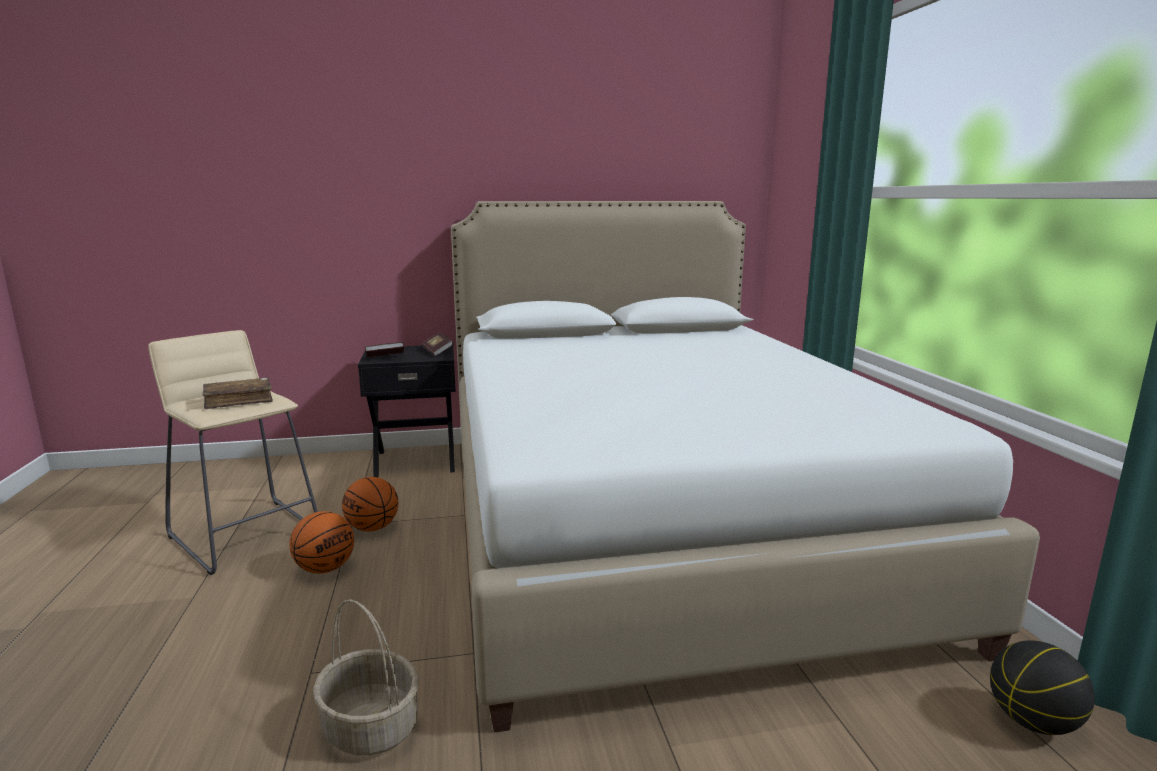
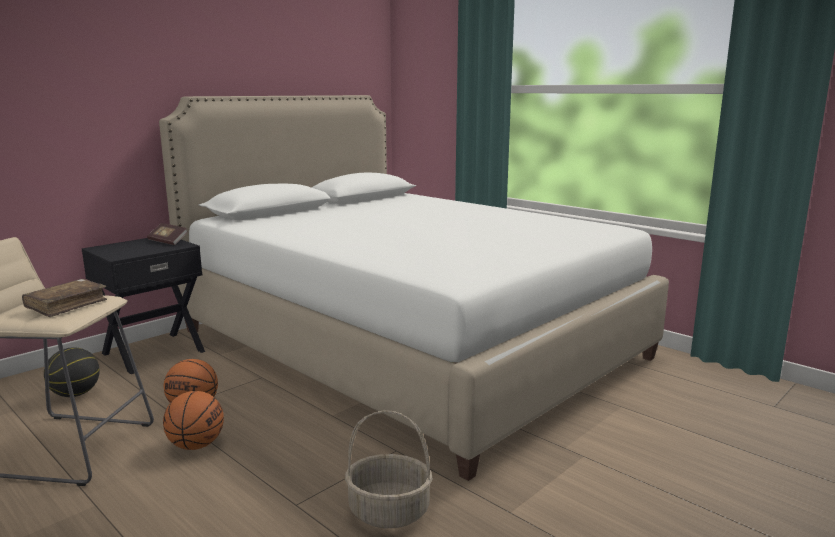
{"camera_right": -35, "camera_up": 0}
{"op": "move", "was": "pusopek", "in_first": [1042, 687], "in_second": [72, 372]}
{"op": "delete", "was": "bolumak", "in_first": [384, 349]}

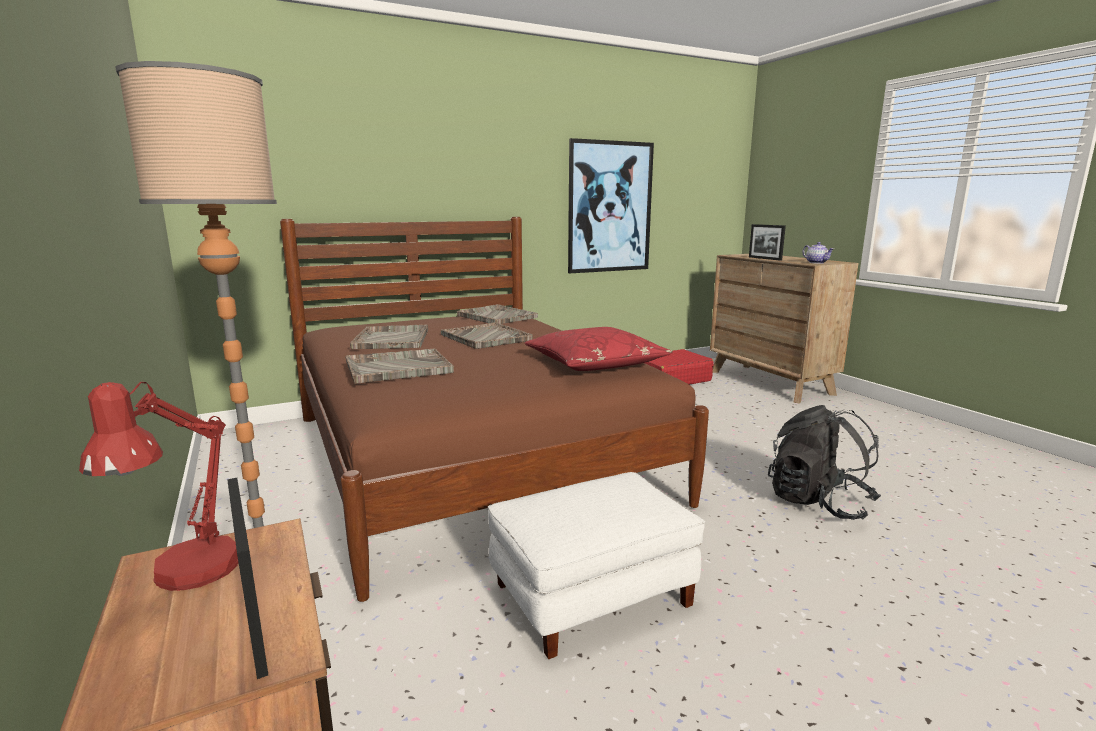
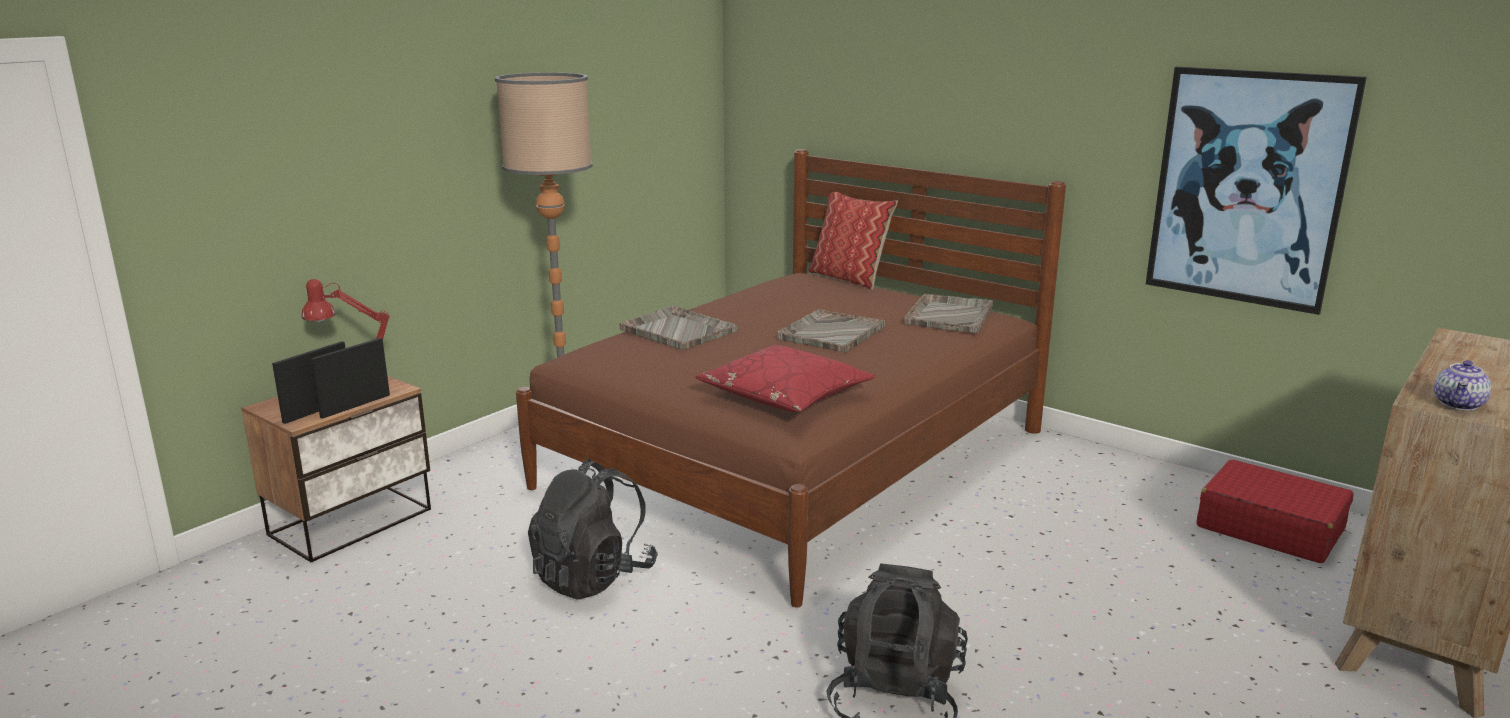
{"camera_right": 65, "camera_up": 5}
{"op": "move", "was": "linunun", "in_first": [767, 242], "in_second": [350, 378]}
{"op": "replace", "was": "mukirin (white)", "now": "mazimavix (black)", "in_first": [596, 565], "in_second": [593, 529]}
{"op": "insert", "now": "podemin", "in_second": [853, 241]}
{"op": "delete", "was": "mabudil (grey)", "in_first": [389, 337]}

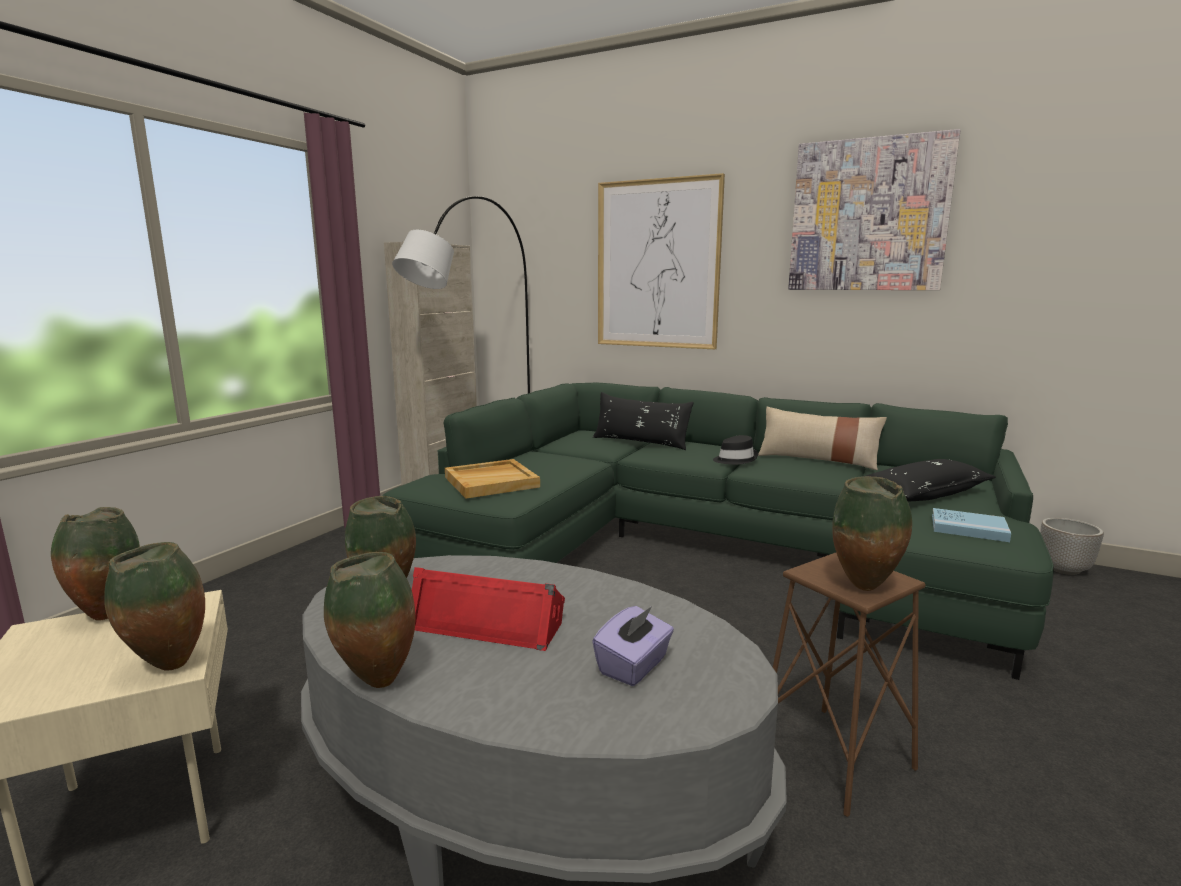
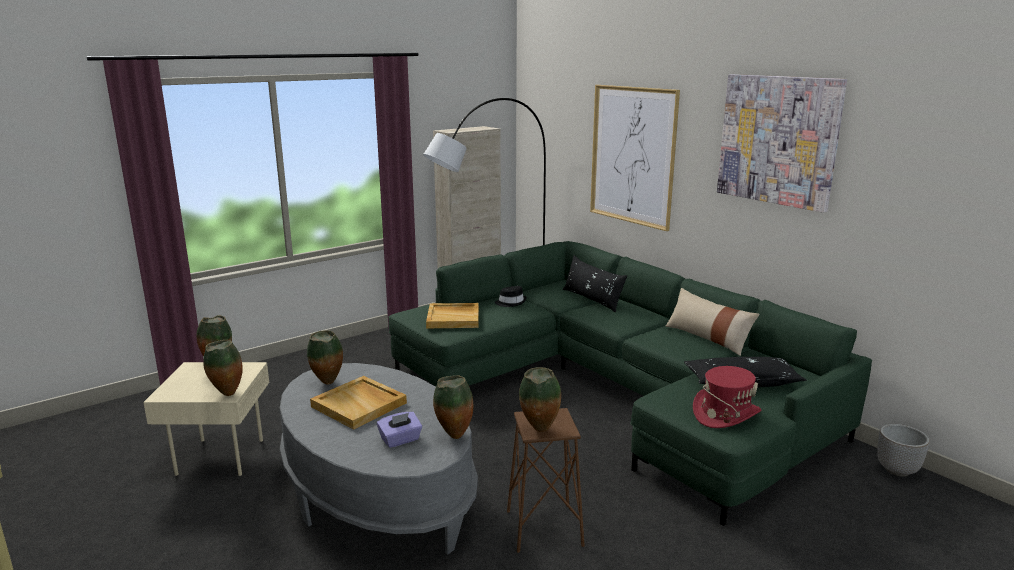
{"camera_right": 25, "camera_up": 5}
{"op": "replace", "was": "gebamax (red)", "now": "mabudil (beige)", "in_first": [488, 609], "in_second": [358, 403]}
{"op": "move", "was": "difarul", "in_first": [369, 620], "in_second": [453, 407]}
{"op": "move", "was": "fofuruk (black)", "in_first": [736, 450], "in_second": [511, 296]}
{"op": "replace", "was": "bolumak (blue)", "now": "fofuruk (red)", "in_first": [971, 525], "in_second": [727, 397]}

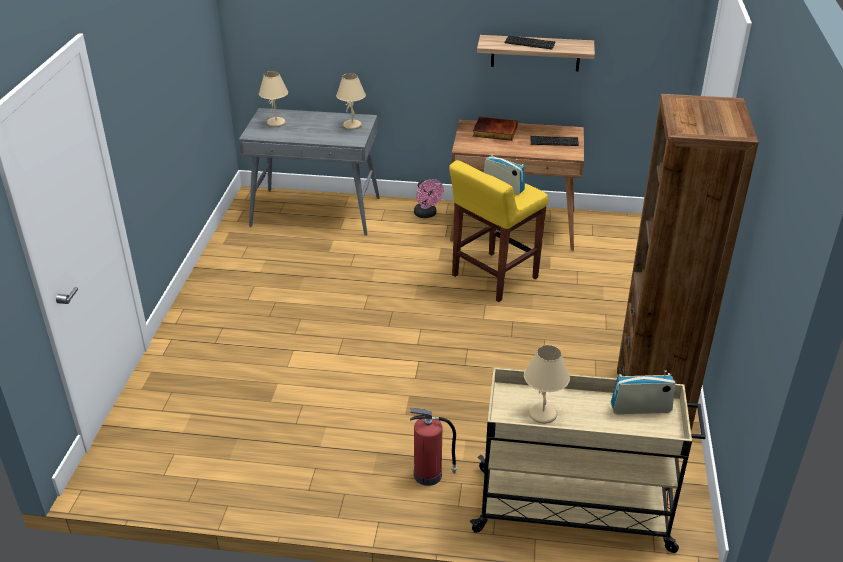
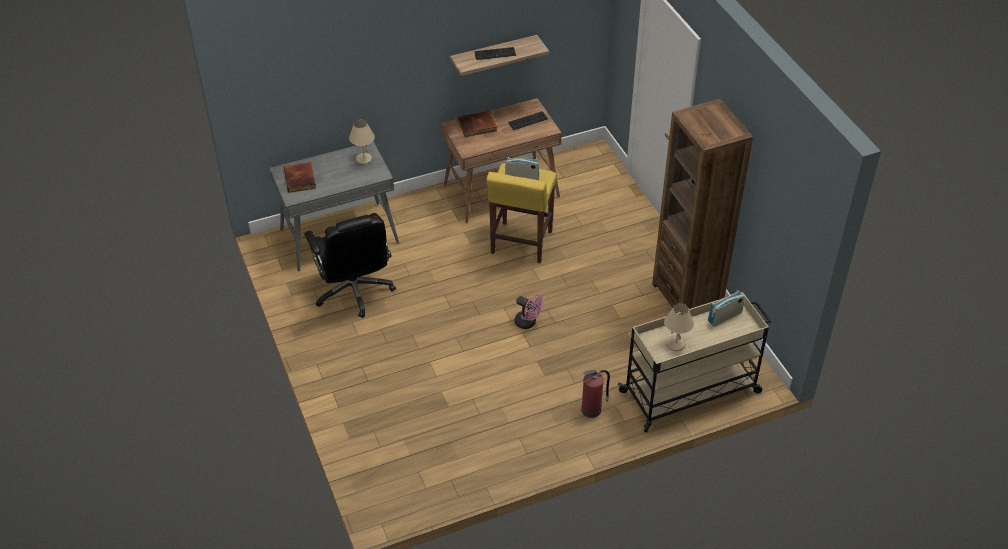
{"camera_right": -30, "camera_up": 10}
{"op": "replace", "was": "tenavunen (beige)", "now": "bolumak", "in_first": [273, 99], "in_second": [300, 177]}
{"op": "insert", "now": "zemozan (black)", "in_second": [350, 265]}
{"op": "move", "was": "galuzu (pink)", "in_first": [429, 198], "in_second": [529, 311]}

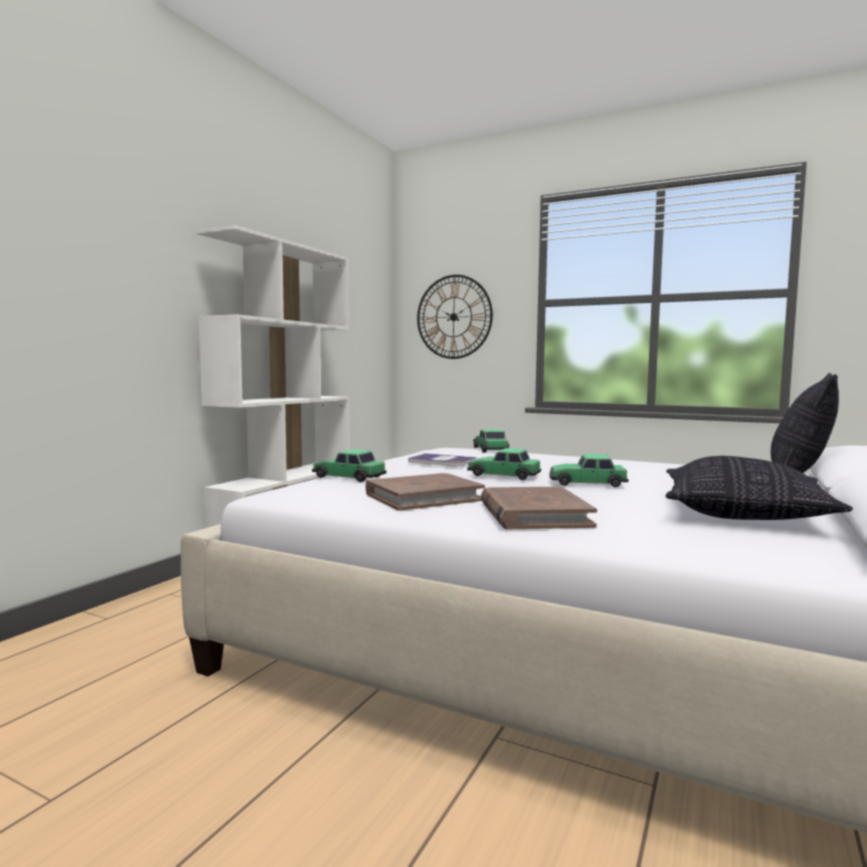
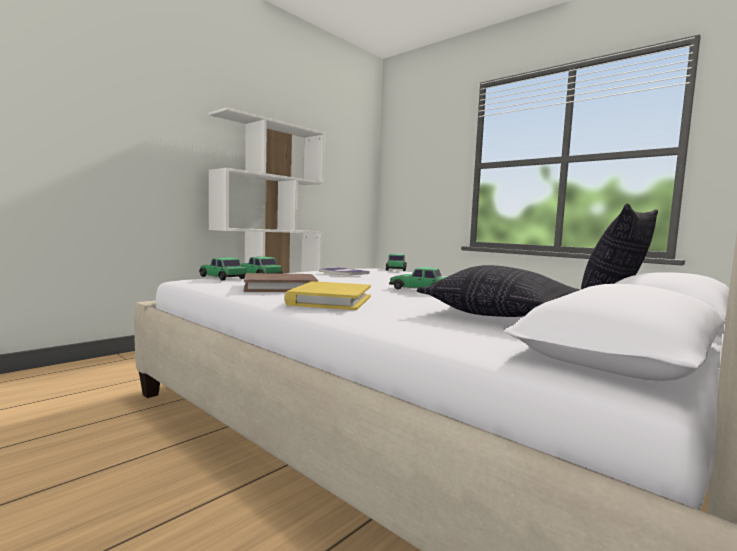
{"camera_right": 15, "camera_up": 0}
{"op": "move", "was": "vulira", "in_first": [504, 464], "in_second": [222, 268]}
{"op": "recolor", "was": "bolumak (brown)", "now": "bolumak (yellow)", "in_first": [539, 508], "in_second": [327, 295]}
{"op": "delete", "was": "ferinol", "in_first": [455, 317]}

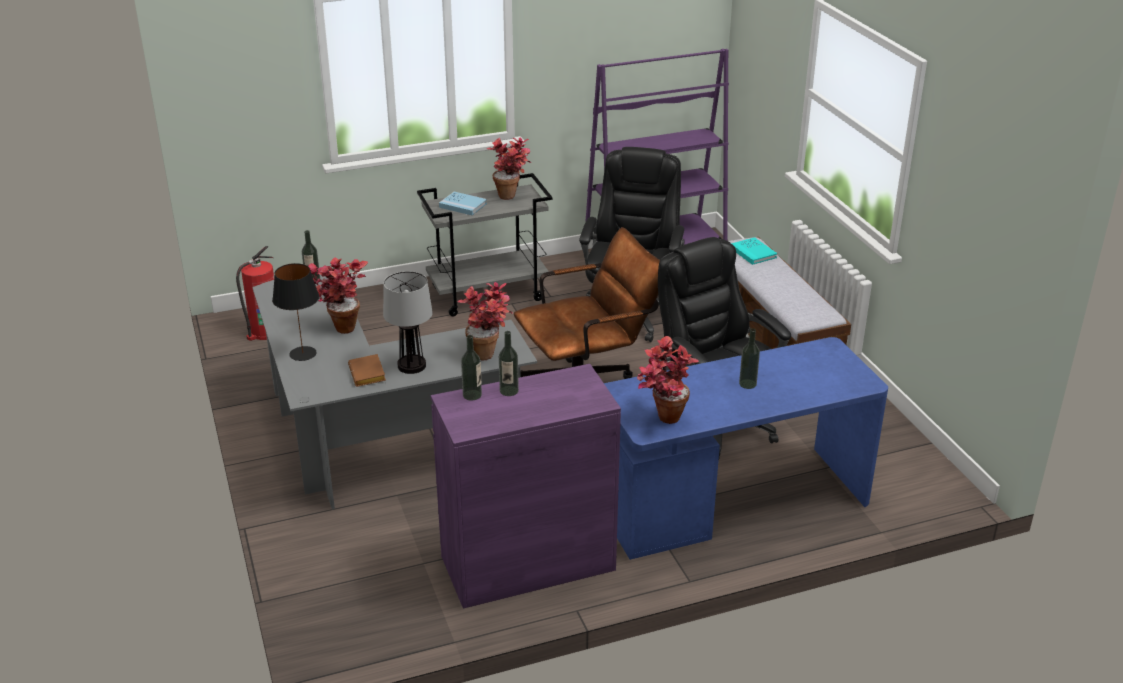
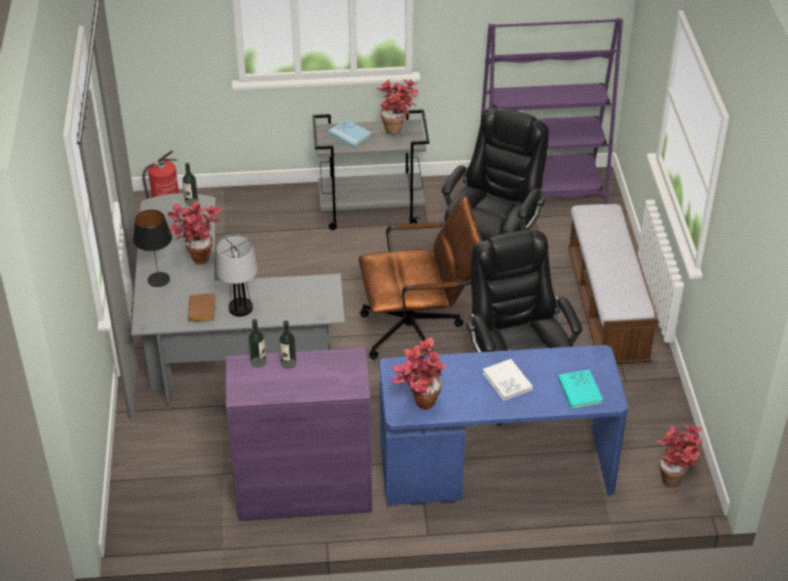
{"camera_right": 15, "camera_up": 10}
{"op": "replace", "was": "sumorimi", "now": "bolumak (white)", "in_first": [749, 358], "in_second": [508, 380]}
{"op": "move", "was": "bolumak (turquoise)", "in_first": [754, 251], "in_second": [580, 389]}
{"op": "move", "was": "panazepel", "in_first": [485, 321], "in_second": [680, 456]}

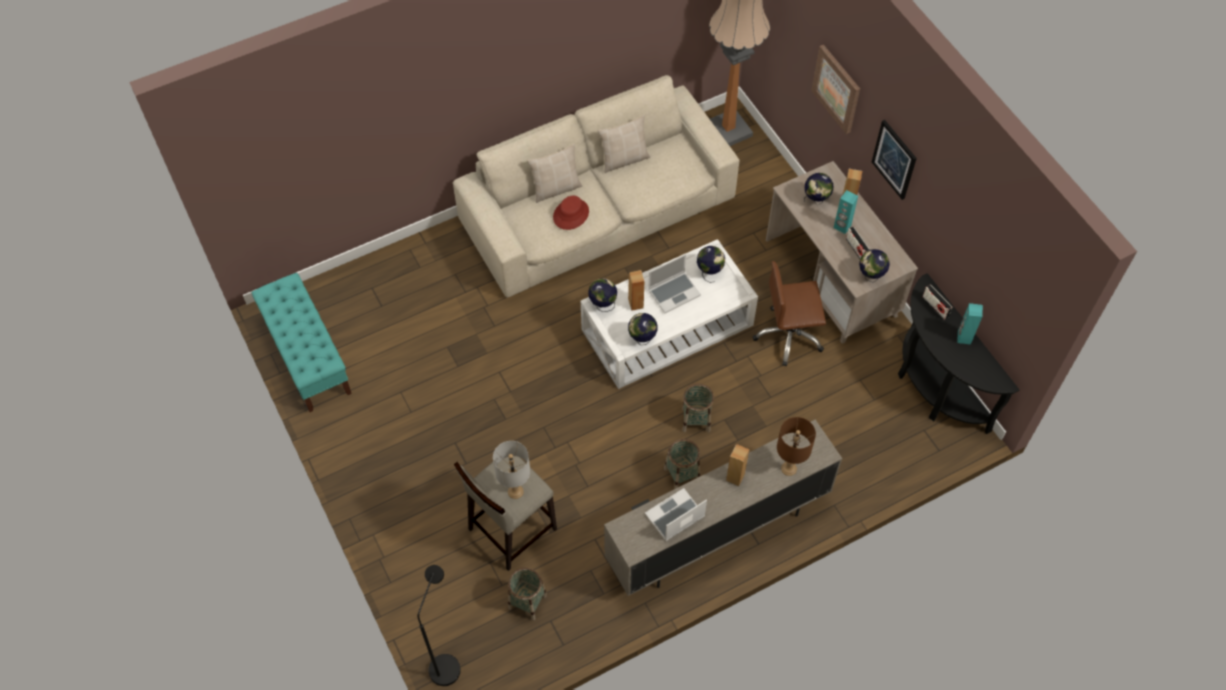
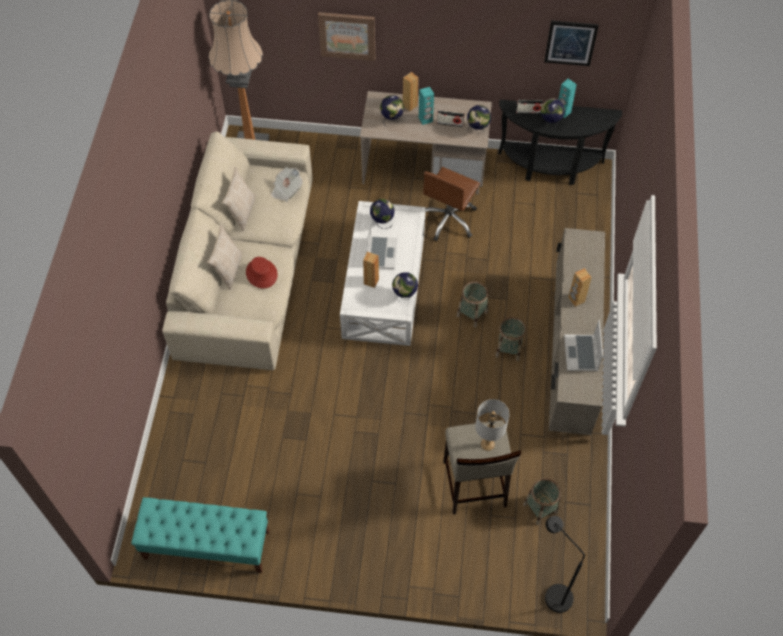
{"camera_right": -55, "camera_up": 0}
{"op": "insert", "now": "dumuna", "in_second": [287, 185]}
{"op": "move", "was": "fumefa", "in_first": [602, 295], "in_second": [553, 113]}
{"op": "move", "was": "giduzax", "in_first": [894, 160], "in_second": [571, 43]}
{"op": "delete", "was": "tenavunen (brown)", "in_first": [796, 446]}

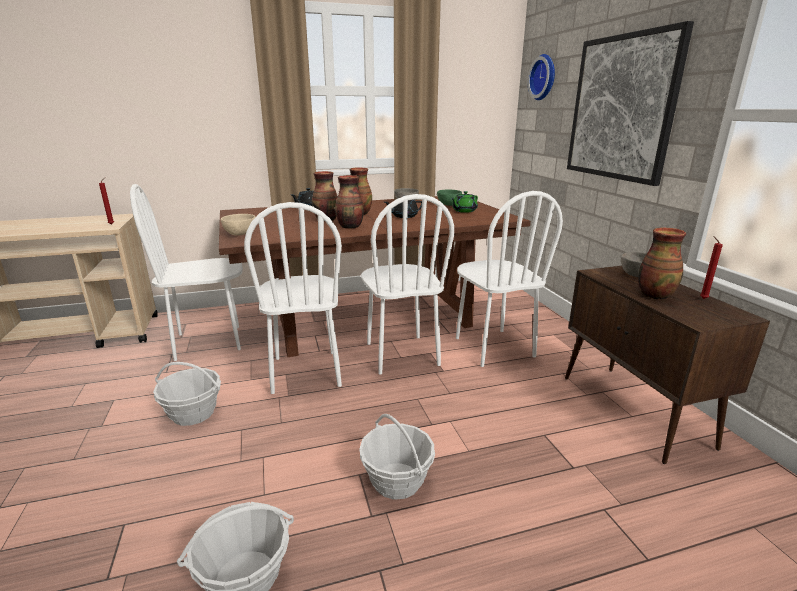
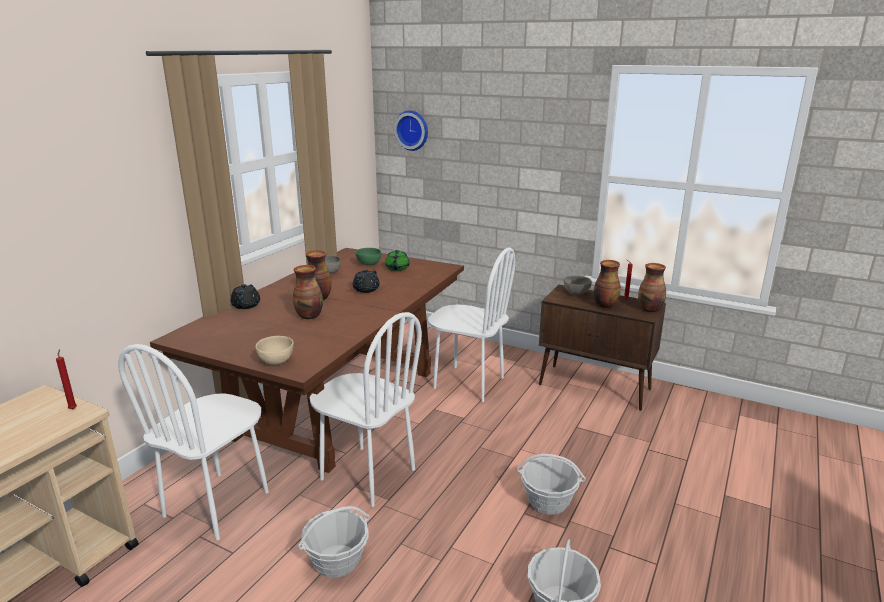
{"camera_right": -45, "camera_up": 0}
{"op": "move", "was": "difarul", "in_first": [349, 202], "in_second": [652, 287]}
{"op": "delete", "was": "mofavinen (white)", "in_first": [407, 284]}
{"op": "delete", "was": "giduzax", "in_first": [630, 103]}

